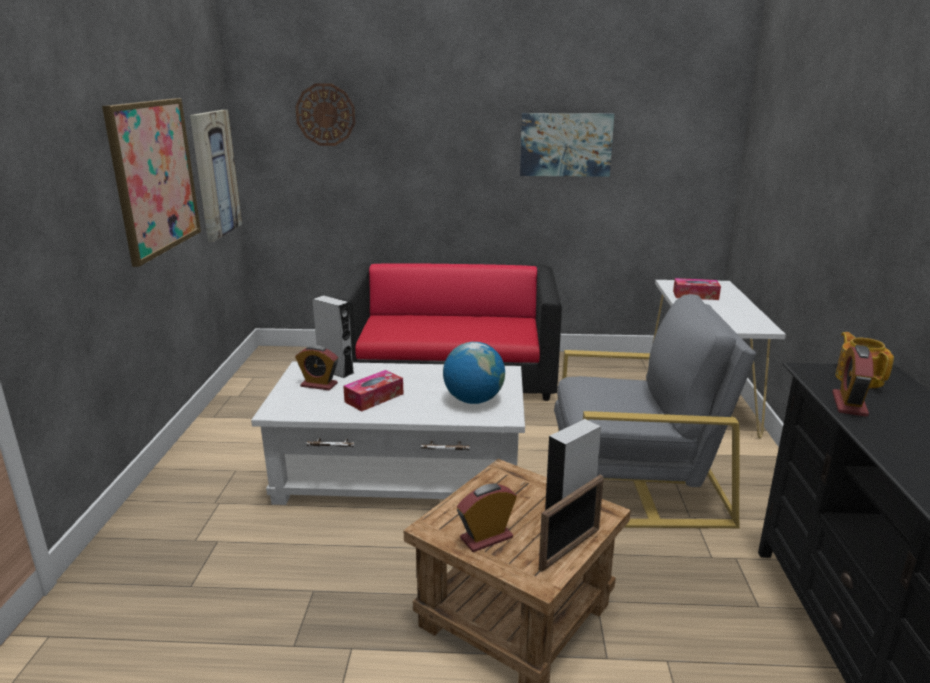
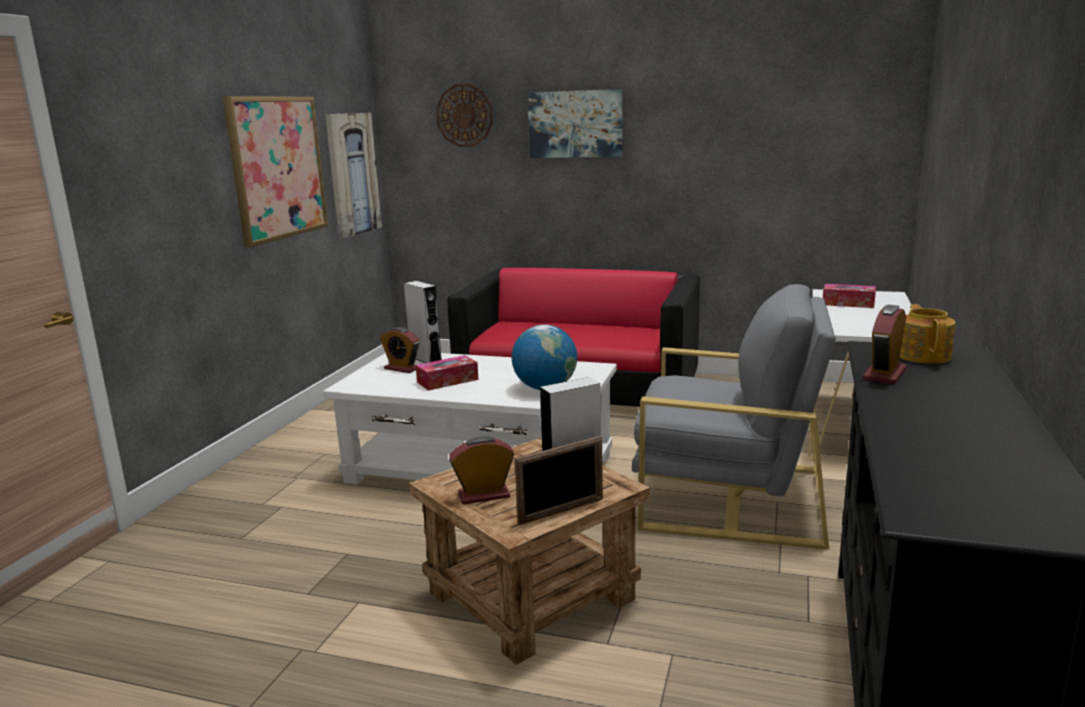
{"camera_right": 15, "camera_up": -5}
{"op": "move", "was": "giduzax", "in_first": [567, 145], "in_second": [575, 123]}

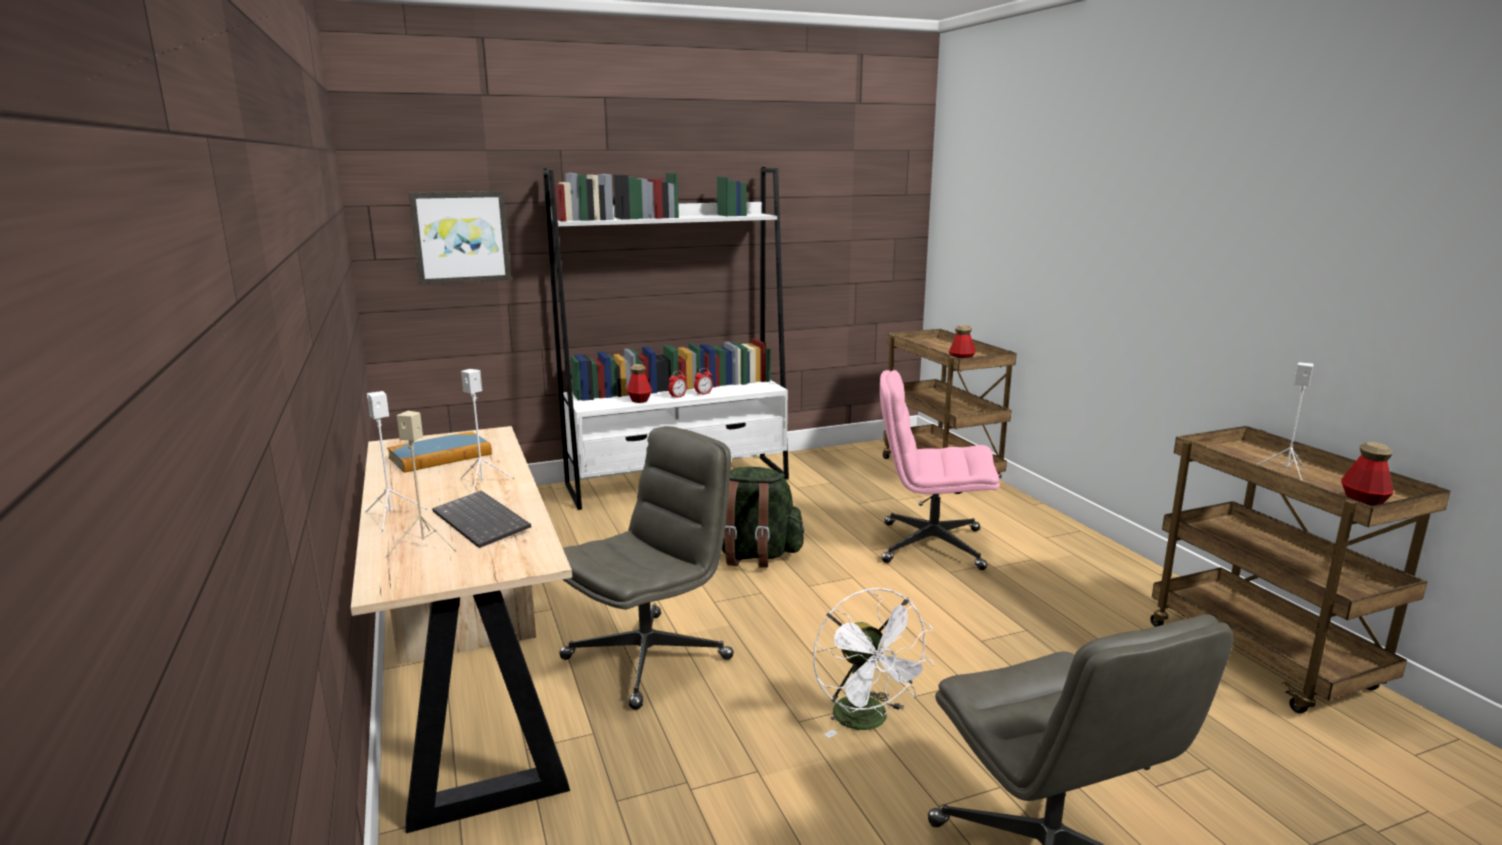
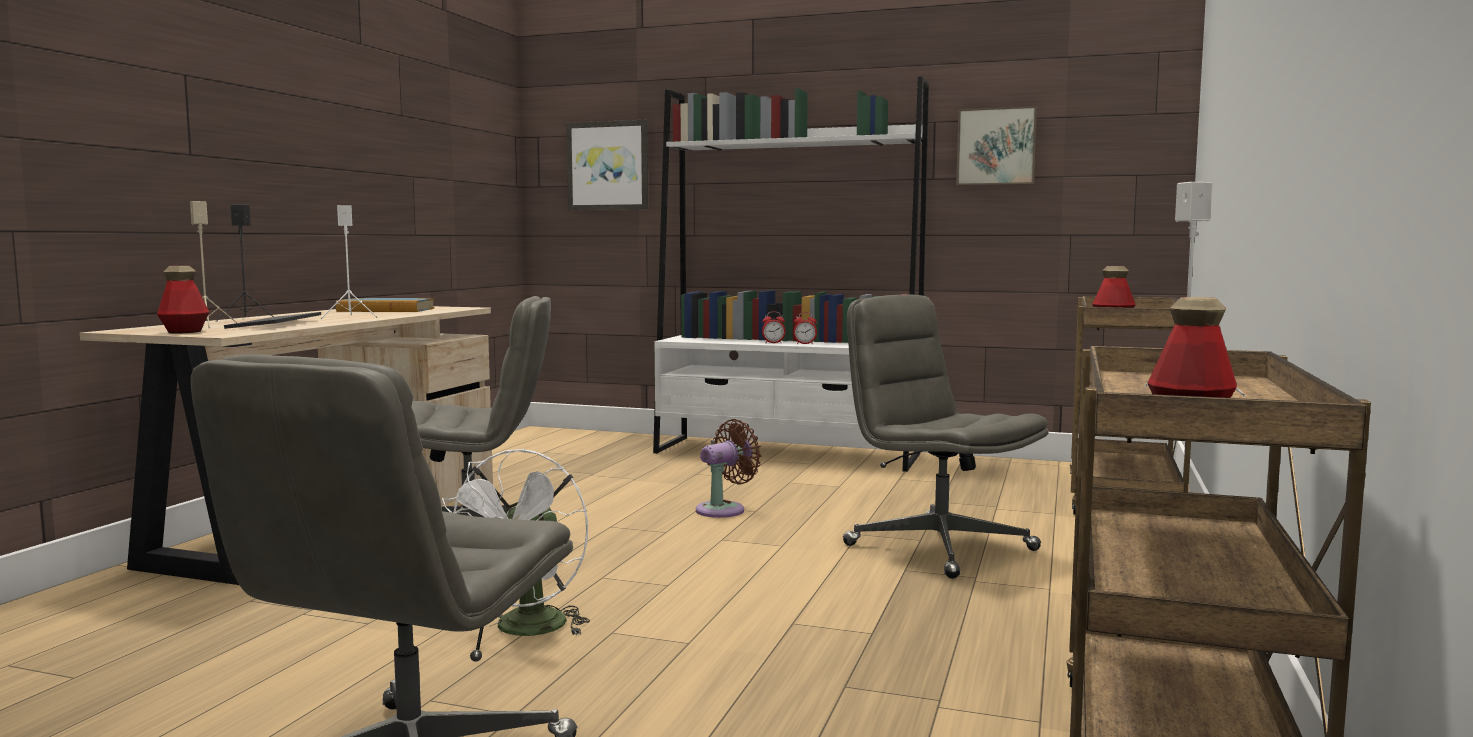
{"camera_right": 40, "camera_up": -10}
{"op": "move", "was": "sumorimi", "in_first": [639, 383], "in_second": [183, 300]}
{"op": "recolor", "was": "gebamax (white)", "now": "gebamax (black)", "in_first": [396, 462], "in_second": [245, 262]}
{"op": "replace", "was": "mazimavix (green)", "now": "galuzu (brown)", "in_first": [763, 517], "in_second": [728, 468]}
{"op": "recolor", "was": "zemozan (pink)", "now": "zemozan (grey)", "in_first": [940, 470], "in_second": [945, 436]}
{"op": "insert", "now": "giduzax", "in_second": [996, 146]}

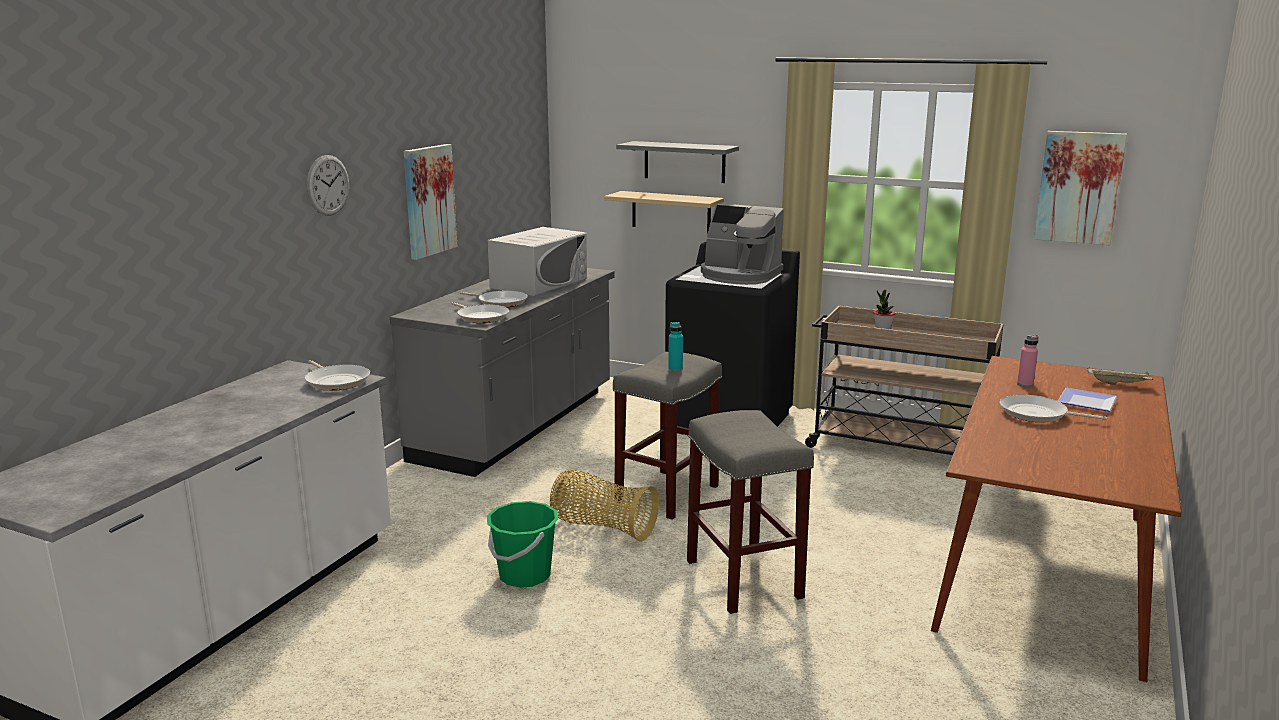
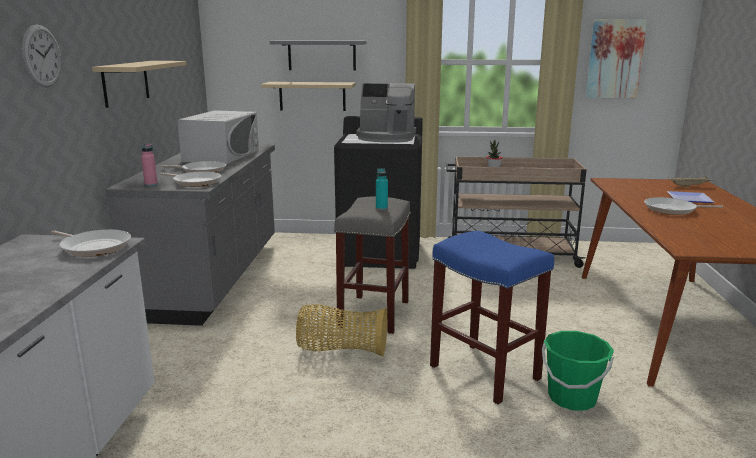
{"camera_right": -20, "camera_up": 0}
{"op": "replace", "was": "giduzax", "now": "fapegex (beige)", "in_first": [430, 202], "in_second": [139, 84]}
{"op": "move", "was": "sumorimi (pink)", "in_first": [1027, 361], "in_second": [149, 165]}
{"op": "recolor", "was": "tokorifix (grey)", "now": "tokorifix (blue)", "in_first": [750, 512], "in_second": [492, 317]}
{"op": "move", "was": "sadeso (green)", "in_first": [523, 544], "in_second": [578, 370]}

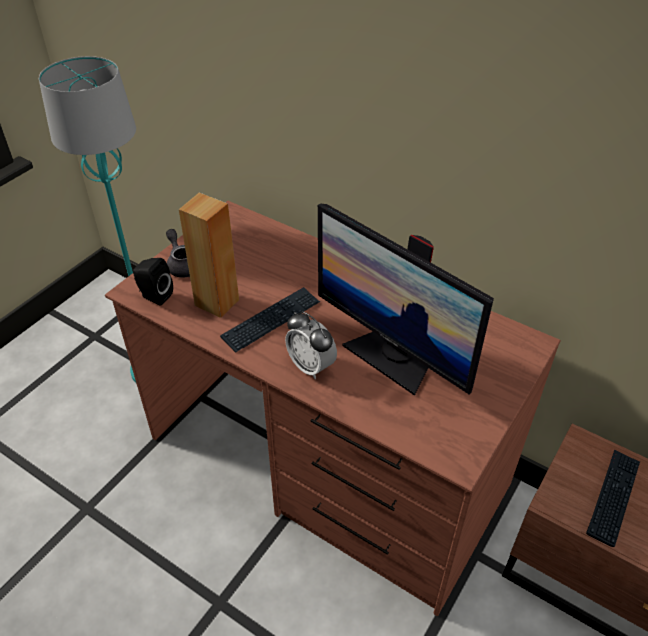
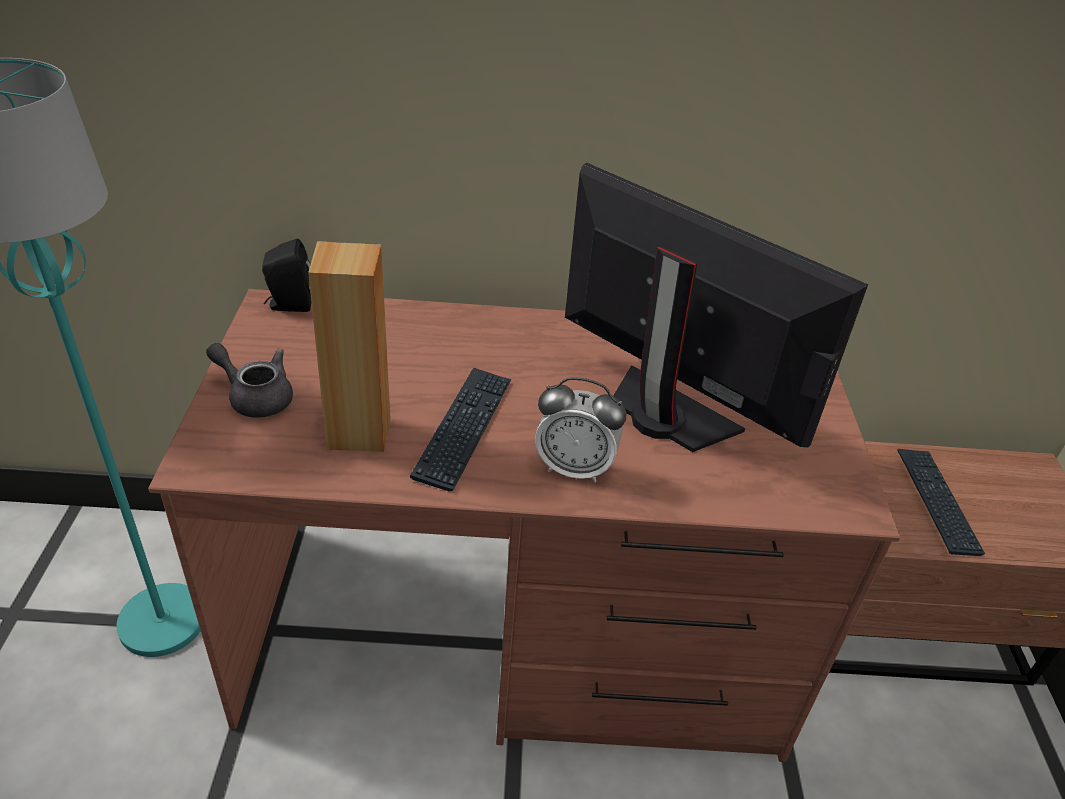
{"camera_right": -35, "camera_up": -5}
{"op": "move", "was": "gebamax (black)", "in_first": [153, 282], "in_second": [286, 275]}
{"op": "rotate", "was": "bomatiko", "in_first": [406, 299], "in_second": [716, 307], "clockwise": -150}

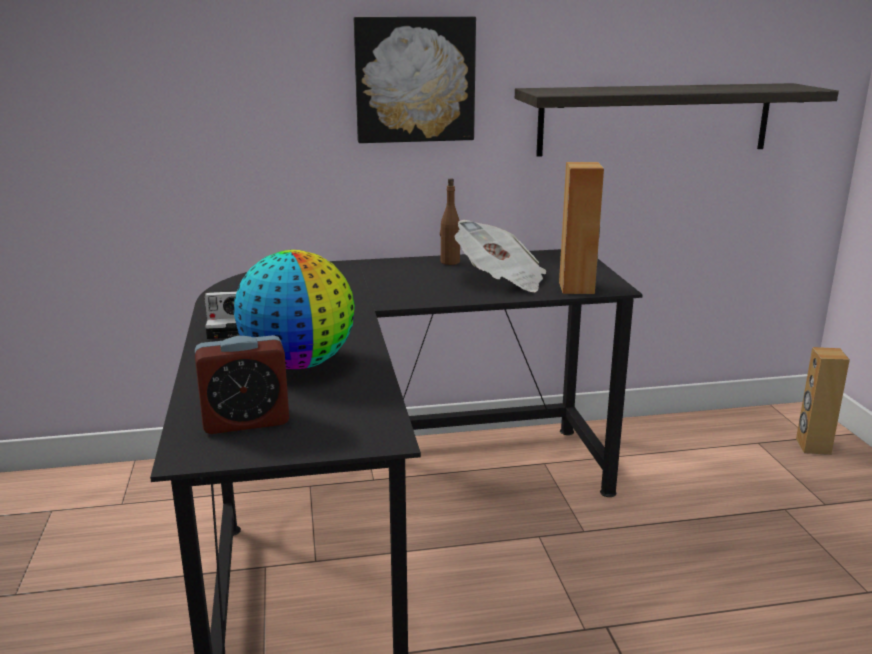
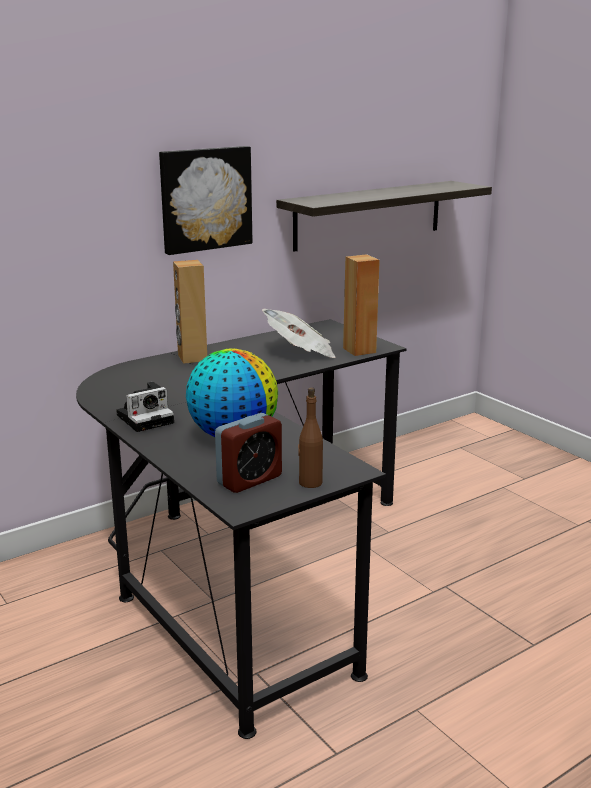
{"camera_right": -25, "camera_up": 0}
{"op": "move", "was": "gebamax (brown)", "in_first": [823, 401], "in_second": [190, 312]}
{"op": "move", "was": "sumorimi (brown)", "in_first": [450, 221], "in_second": [310, 437]}

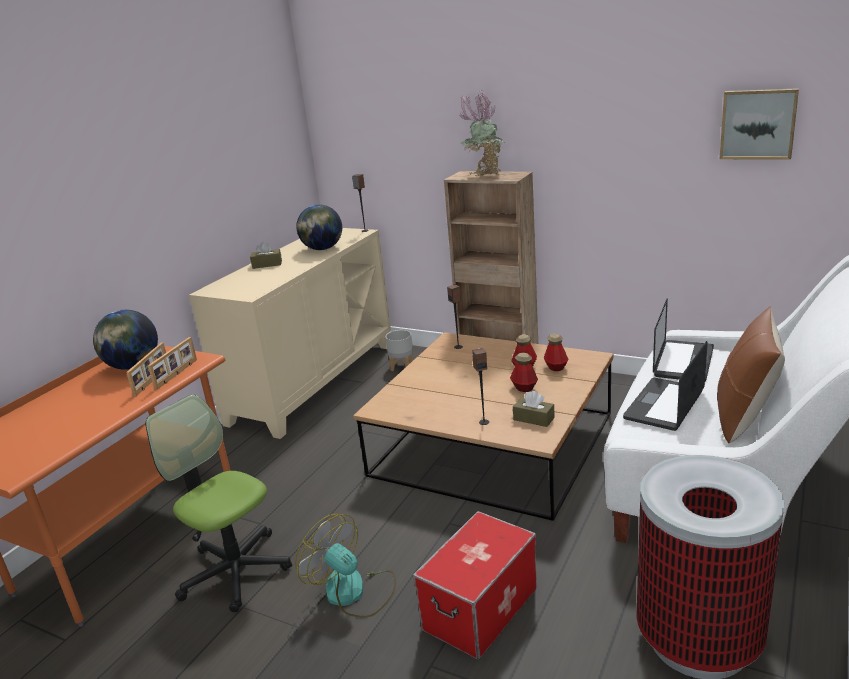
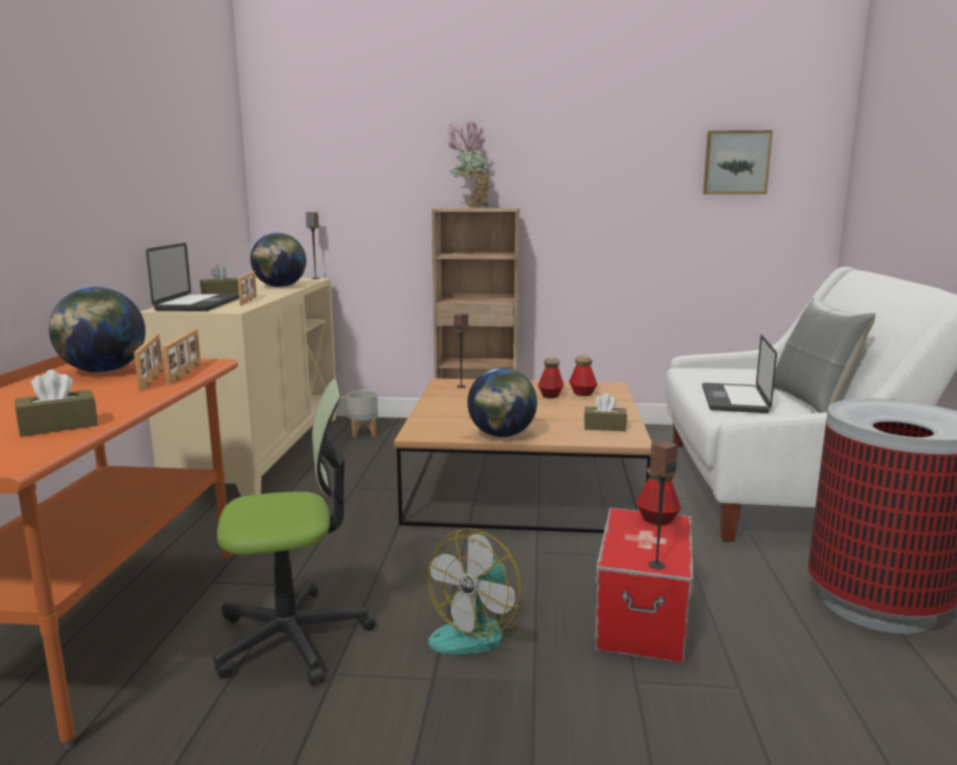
{"camera_right": -25, "camera_up": -10}
{"op": "insert", "now": "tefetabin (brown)", "in_second": [56, 403]}
{"op": "move", "was": "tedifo", "in_first": [683, 339], "in_second": [192, 277]}
{"op": "rotate", "was": "zemozan", "in_first": [219, 503], "in_second": [294, 532], "clockwise": 150}
{"op": "insert", "now": "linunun", "in_second": [247, 288]}
{"op": "rotate", "was": "galuzu", "in_first": [345, 566], "in_second": [474, 591], "clockwise": -75}
{"op": "insert", "now": "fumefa", "in_second": [502, 402]}
{"op": "move", "was": "sumorimi", "in_first": [524, 372], "in_second": [659, 496]}
{"op": "move", "was": "gebamax", "in_first": [480, 386], "in_second": [663, 504]}
{"op": "recolor", "was": "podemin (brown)", "now": "podemin (grey)", "in_first": [751, 374], "in_second": [824, 355]}

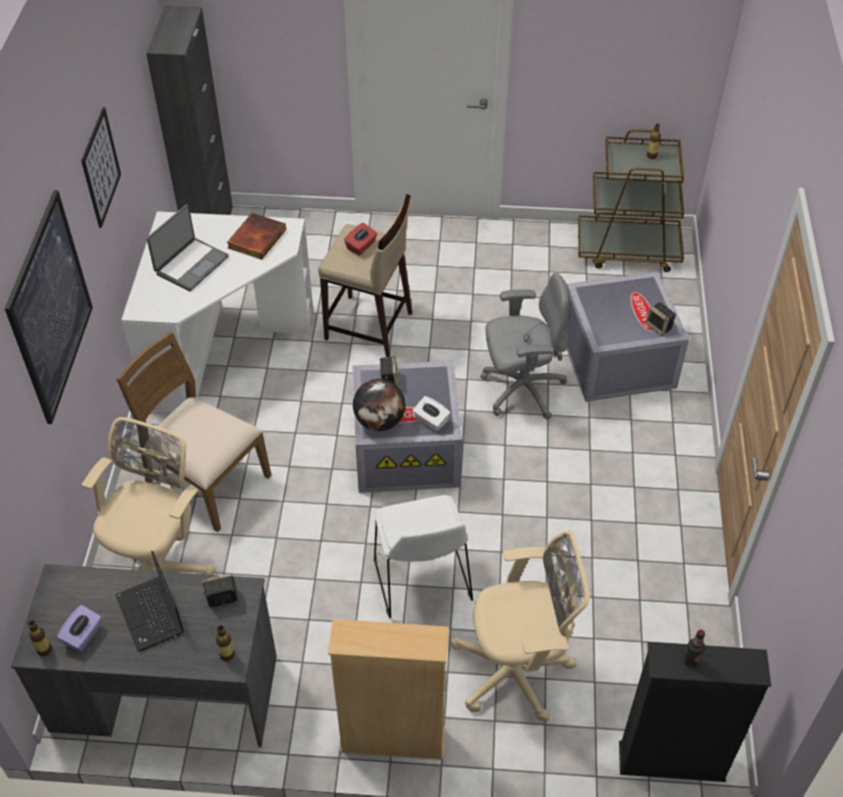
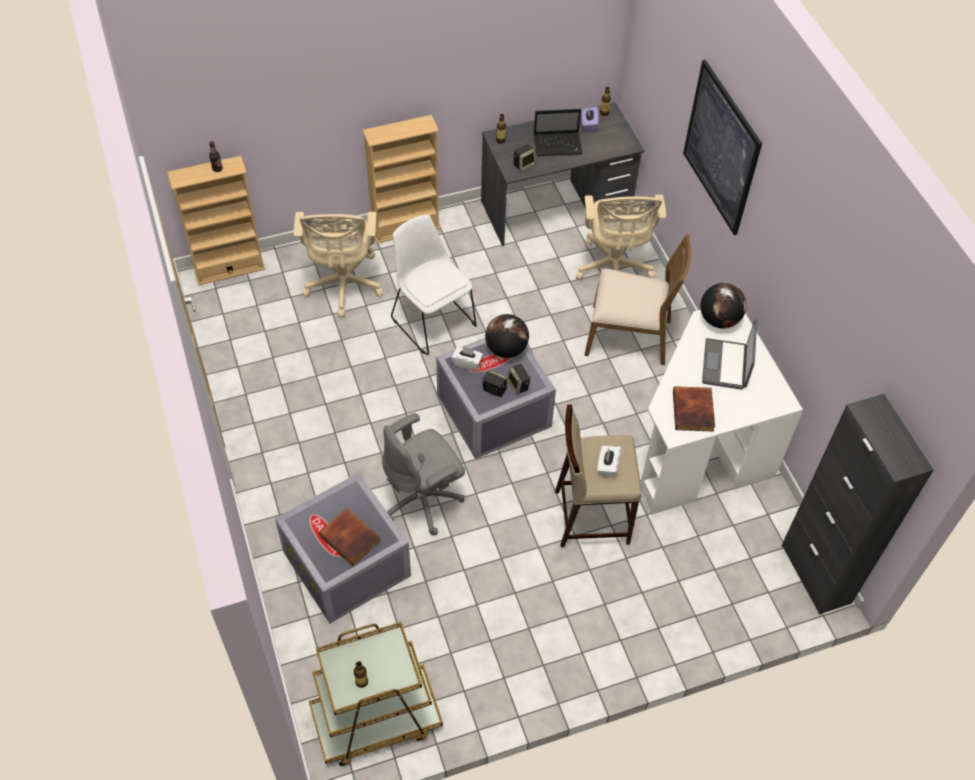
{"camera_right": 155, "camera_up": 5}
{"op": "recolor", "was": "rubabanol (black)", "now": "rubabanol (beige)", "in_first": [695, 712], "in_second": [216, 220]}
{"op": "rotate", "was": "zemozan (beige)", "in_first": [520, 626], "in_second": [338, 264], "clockwise": -60}
{"op": "insert", "now": "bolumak", "in_second": [350, 537]}
{"op": "move", "was": "gebamax", "in_first": [660, 319], "in_second": [494, 383]}
{"op": "rotate", "was": "tedifo", "in_first": [149, 601], "in_second": [558, 132], "clockwise": 135}
{"op": "recolor", "was": "tefetabin (red)", "now": "tefetabin (white)", "in_first": [360, 239], "in_second": [609, 462]}
{"op": "insert", "now": "fumefa", "in_second": [723, 306]}
{"op": "delete", "was": "giduzax", "in_first": [101, 167]}

